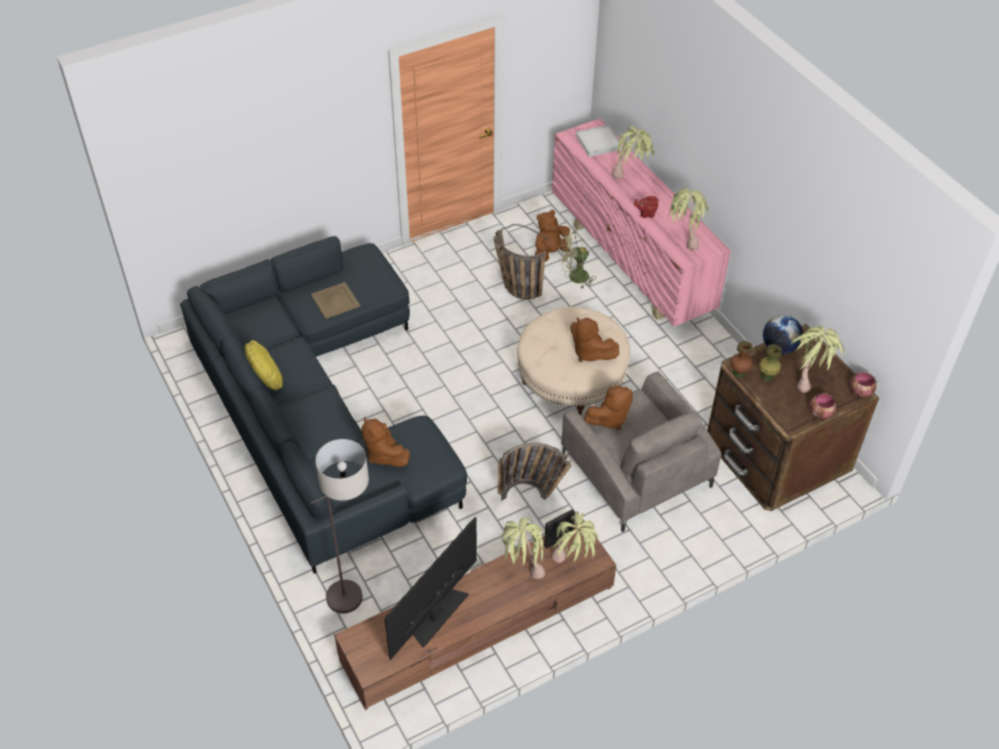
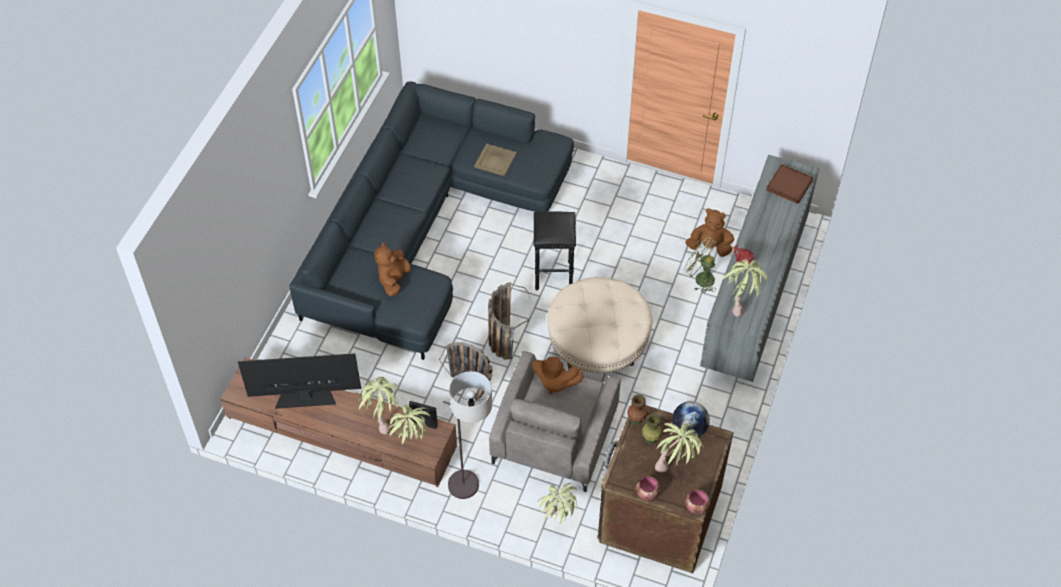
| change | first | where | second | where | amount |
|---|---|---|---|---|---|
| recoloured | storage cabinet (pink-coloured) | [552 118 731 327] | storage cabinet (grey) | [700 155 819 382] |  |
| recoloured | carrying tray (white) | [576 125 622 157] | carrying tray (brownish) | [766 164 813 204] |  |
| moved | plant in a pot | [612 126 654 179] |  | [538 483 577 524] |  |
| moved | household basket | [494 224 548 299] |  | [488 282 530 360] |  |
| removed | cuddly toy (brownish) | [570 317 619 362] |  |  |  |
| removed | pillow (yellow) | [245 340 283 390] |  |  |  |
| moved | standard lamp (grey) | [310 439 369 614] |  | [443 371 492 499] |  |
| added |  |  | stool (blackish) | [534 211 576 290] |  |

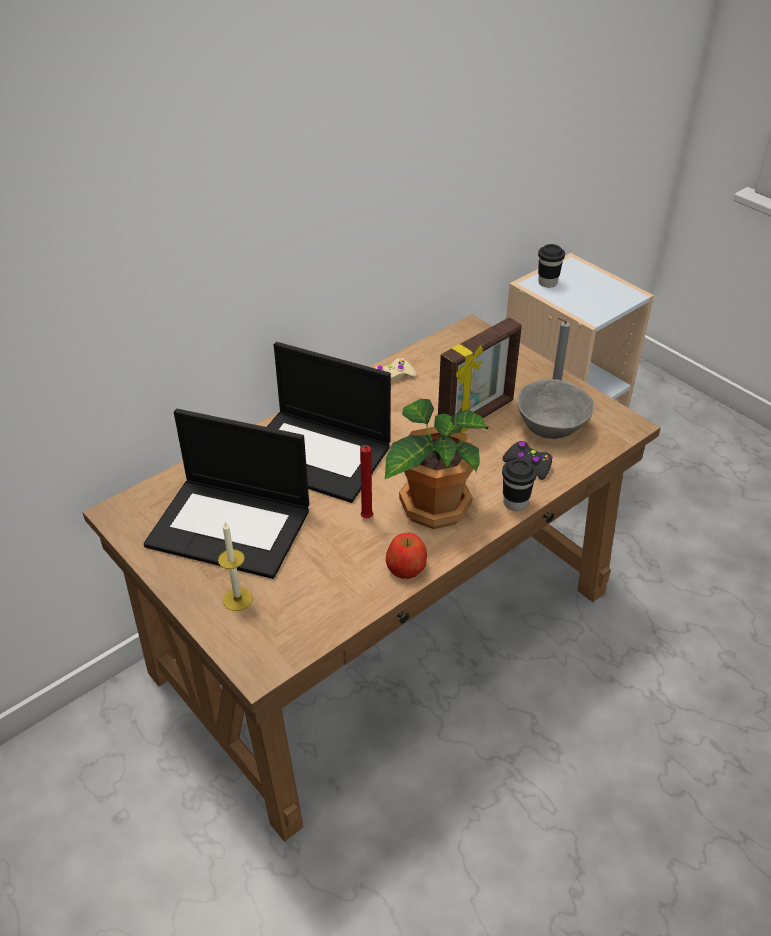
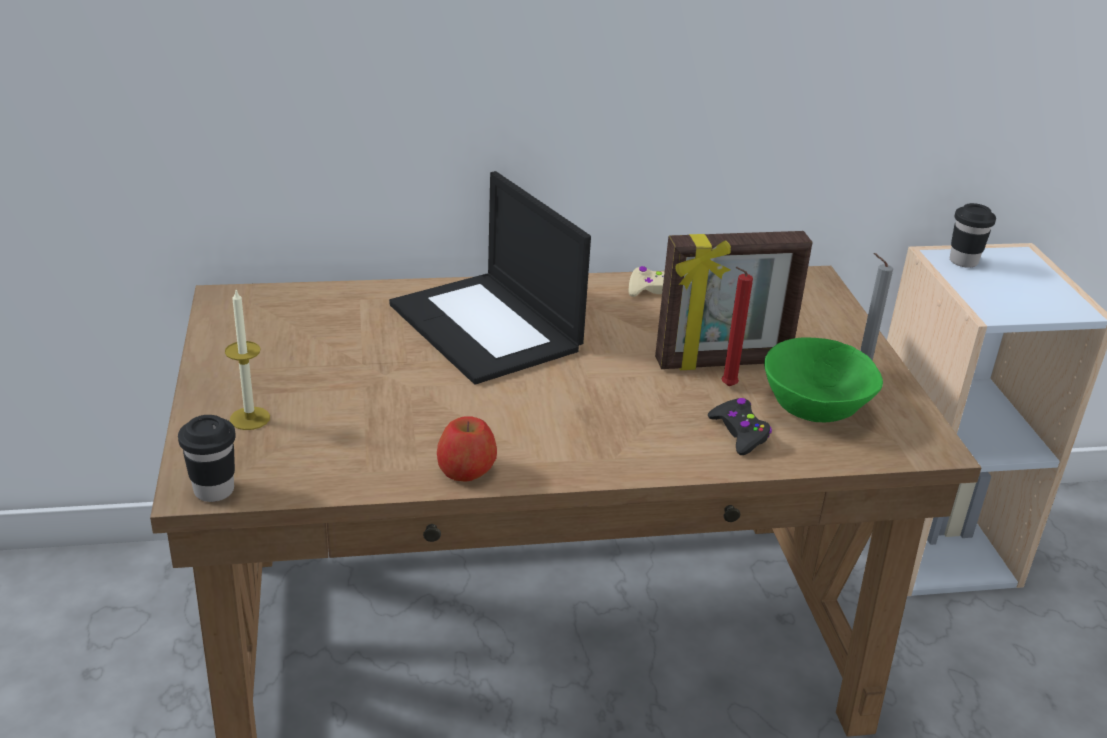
| change | first | where | second | where | amount |
|---|---|---|---|---|---|
| recoloured | bowl (grey) | [517 379 594 439] | bowl (greenish) | [764 337 883 422] |  |
| removed | plant in a pot | [385 399 489 529] |  |  |  |
| removed | portable computer | [144 409 309 579] |  |  |  |
| moved | candle (red-coloured) | [360 445 373 519] |  | [721 267 753 386] |  |
| moved | drinking cup (blackish) | [502 459 537 511] |  | [178 415 236 502] |  |

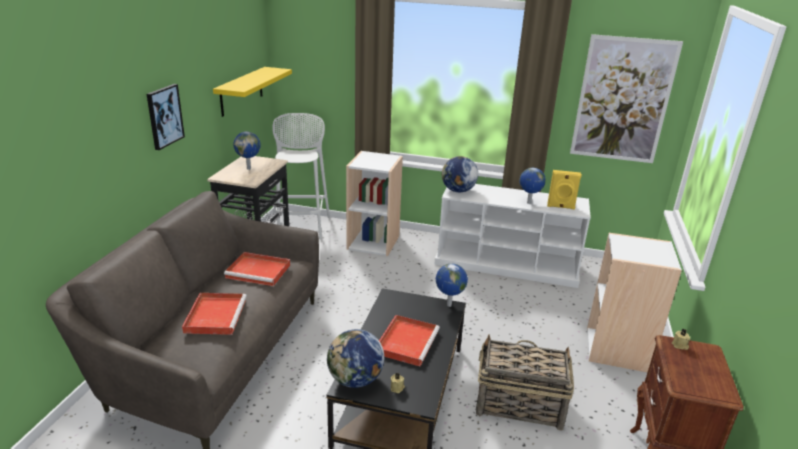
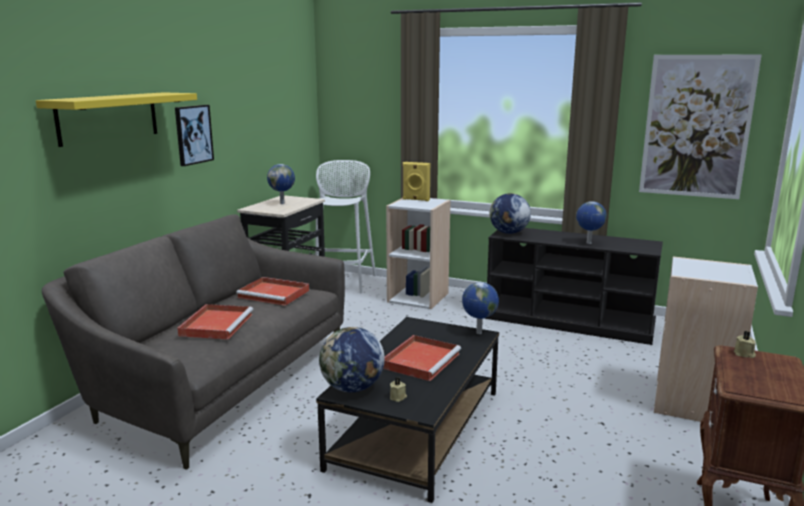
| change | first | where | second | where | amount |
|---|---|---|---|---|---|
| moved | shelf (yellow) | [213 67 292 117] |  | [36 92 197 147] |  |
| moved | speaker (yellow) | [547 170 582 210] |  | [403 162 430 201] |  |
| recoloured | tv unit (white) | [434 184 591 288] | tv unit (blackish) | [484 228 663 345] |  |
| removed | household basket | [476 334 574 431] |  |  |  |

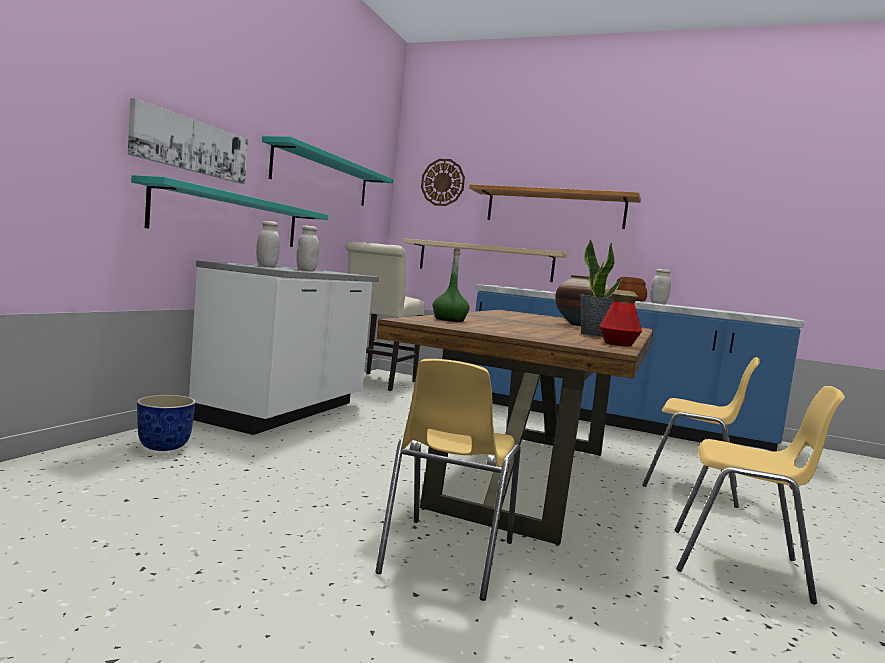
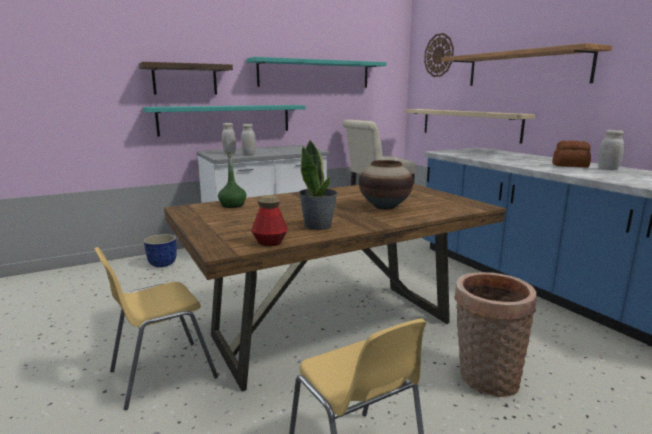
| change | first | where | second | where | amount |
|---|---|---|---|---|---|
| replaced | wall picture | [127 98 248 184] | shelf | [139 62 233 95] |  |
| replaced | plain chair (yellow) | [642 357 760 508] | household basket | [454 272 536 397] |  |

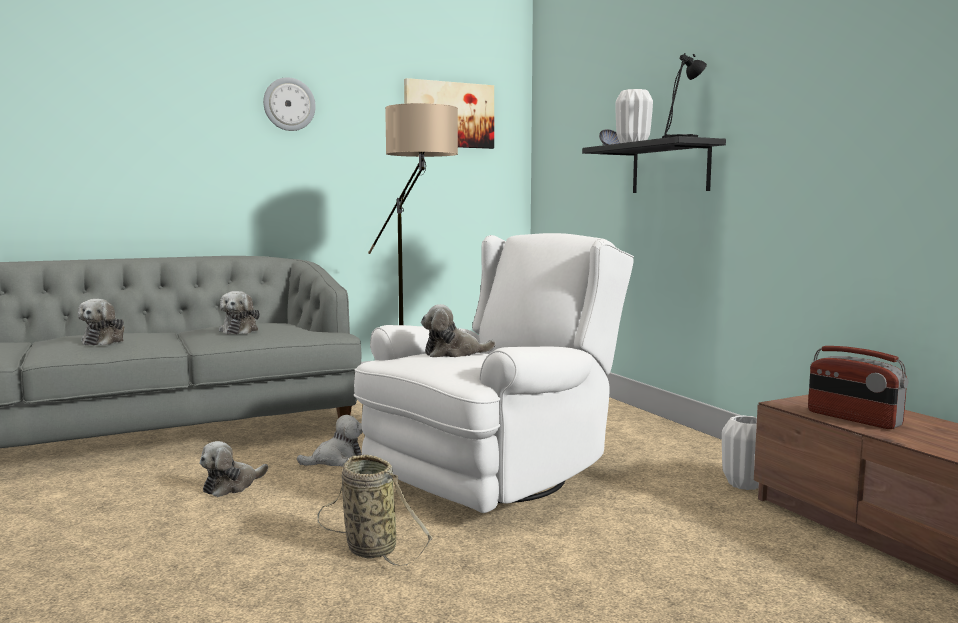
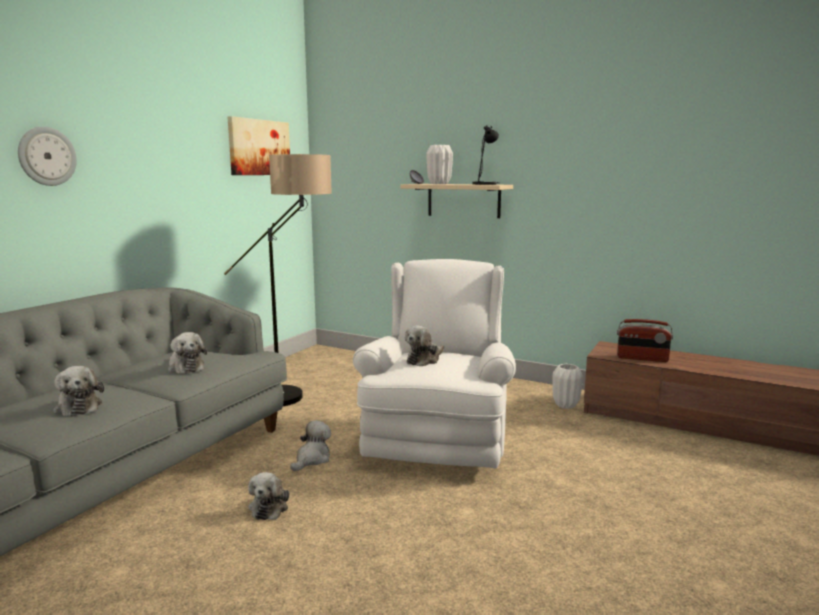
| change | first | where | second | where | amount |
|---|---|---|---|---|---|
| moved | hanging clock | [263 77 316 131] |  | [18 126 77 186] |  |
| recoloured | shelf (blackish) | [582 136 726 193] | shelf (beige) | [400 184 513 218] |  |
| removed | household basket | [317 455 433 566] |  |  |  |

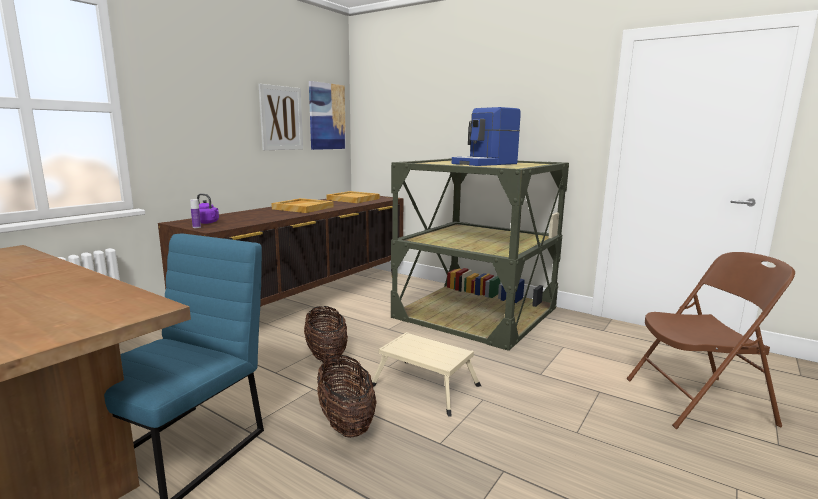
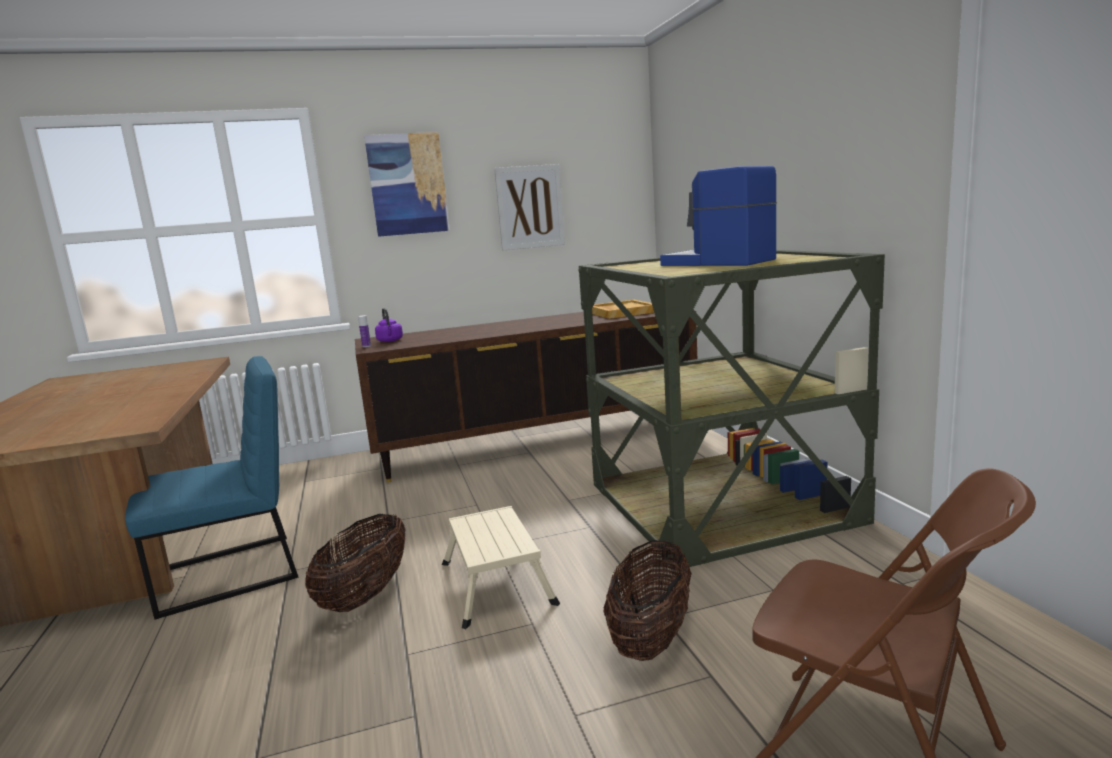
| change | first | where | second | where | amount |
|---|---|---|---|---|---|
| moved | wall picture | [309 81 346 150] |  | [364 132 450 237] |  |
| turned | coffee machine | [452 107 521 166] |  | [660 166 777 266] | 45 degrees clockwise |
| removed | carrying tray (beige) | [271 198 334 213] |  |  |  |
| moved | household basket | [304 306 348 362] |  | [603 540 692 661] |  |

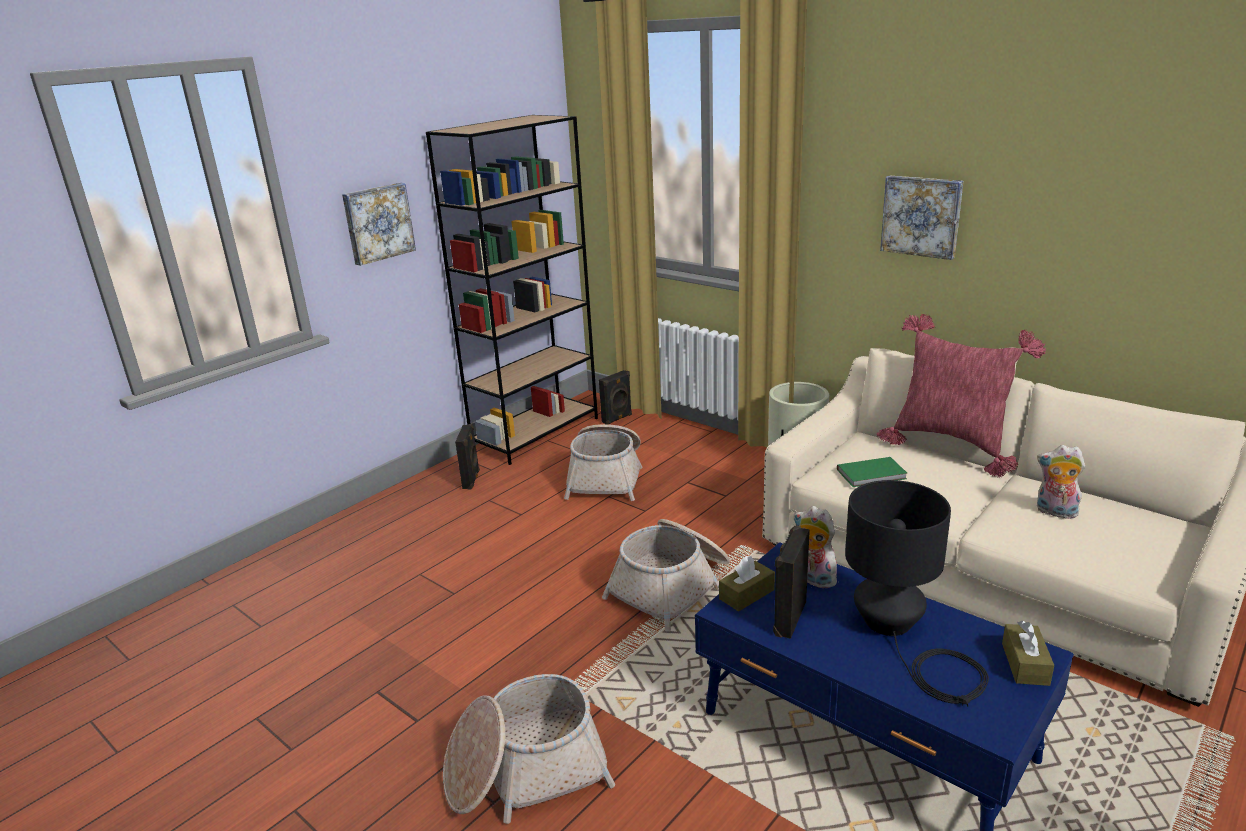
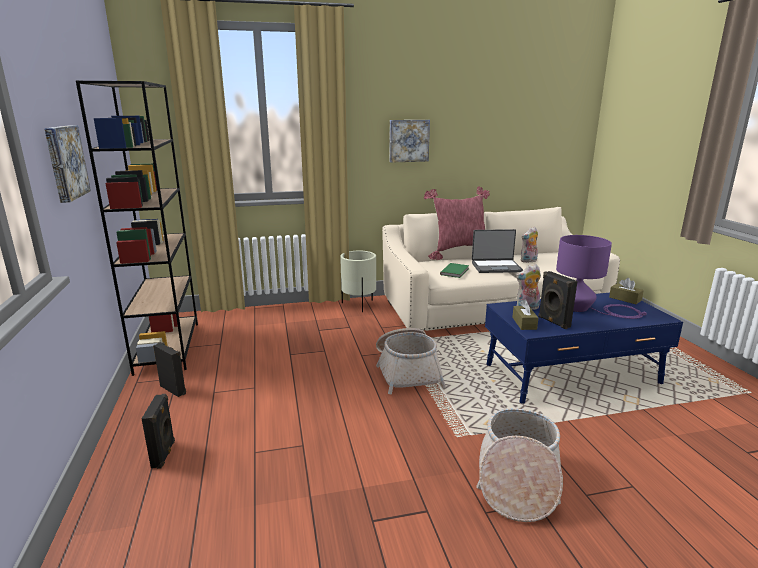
| change | first | where | second | where | amount |
|---|---|---|---|---|---|
| moved | speaker (blackish) | [599 370 632 424] |  | [142 394 175 469] |  |
| removed | household basket | [564 424 642 501] |  |  |  |
| recoloured | lamp for a table (blackish) | [845 480 989 706] | lamp for a table (purplish) | [556 235 647 319] |  |
| added |  |  | portable computer | [472 229 523 273] |  |

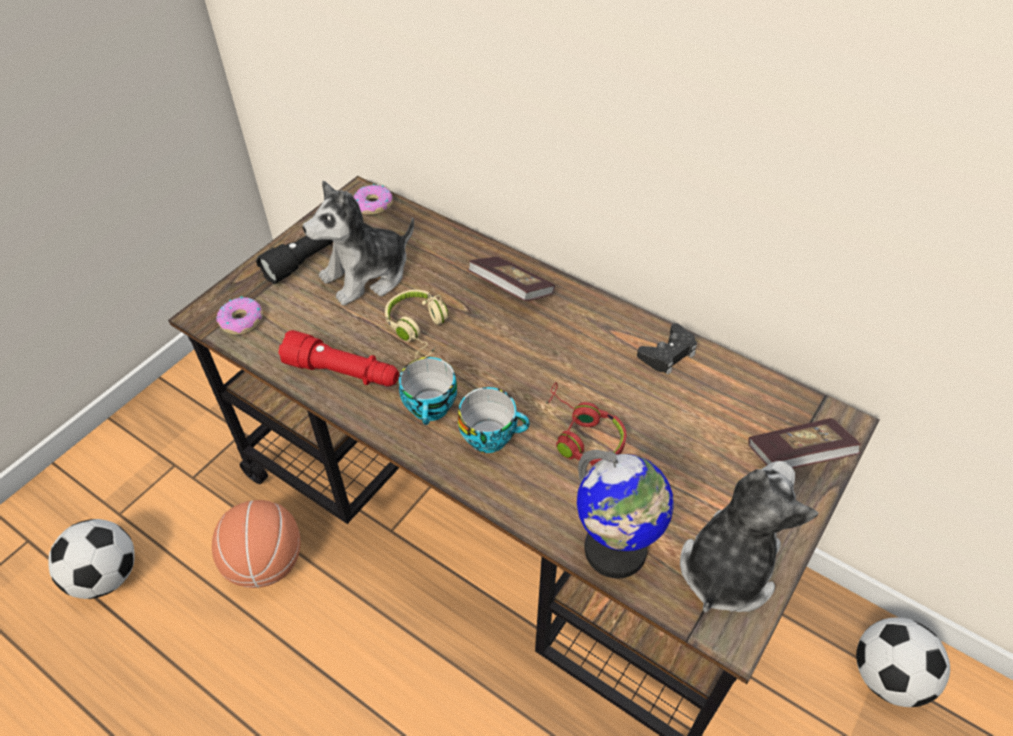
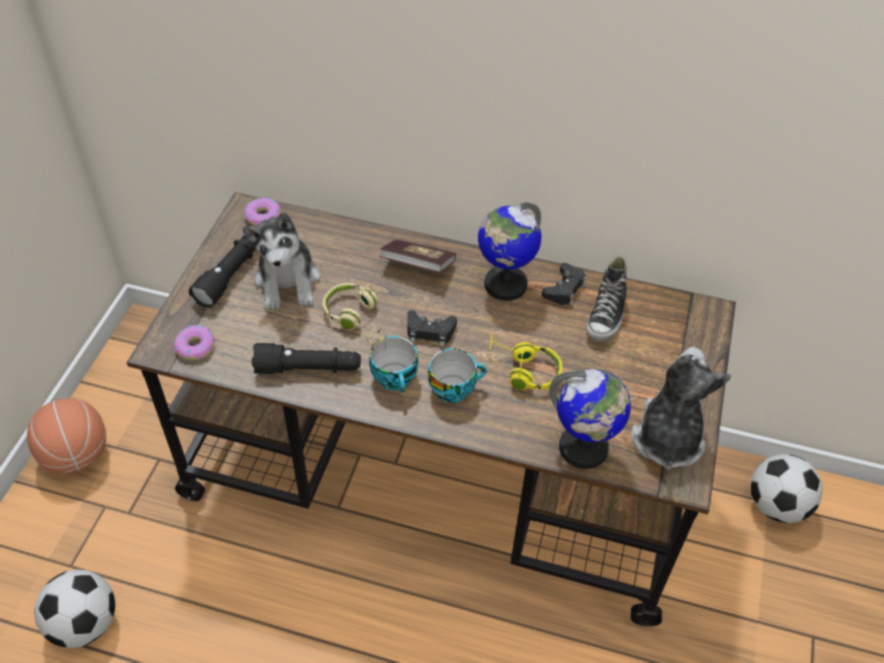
| change | first | where | second | where | amount |
|---|---|---|---|---|---|
| turned | cuddly toy | [302 180 414 306] |  | [242 212 320 310] | 45 degrees counterclockwise |
| recoloured | hand torch (red-coloured) | [279 330 399 386] | hand torch (blackish) | [252 343 361 374] |  |
| recoloured | headset (red-coloured) | [545 382 626 465] | headset (yellow) | [489 333 562 390] |  |
| removed | book | [748 418 861 468] |  |  |  |
| moved | ball for basketball | [212 500 301 588] |  | [27 398 106 474] |  |
| added |  |  | globe | [478 202 542 301] |  |
| added |  |  | item of footwear | [586 257 627 342] |  |
| added |  |  | gamepad (blackish) | [407 310 457 346] |  |

